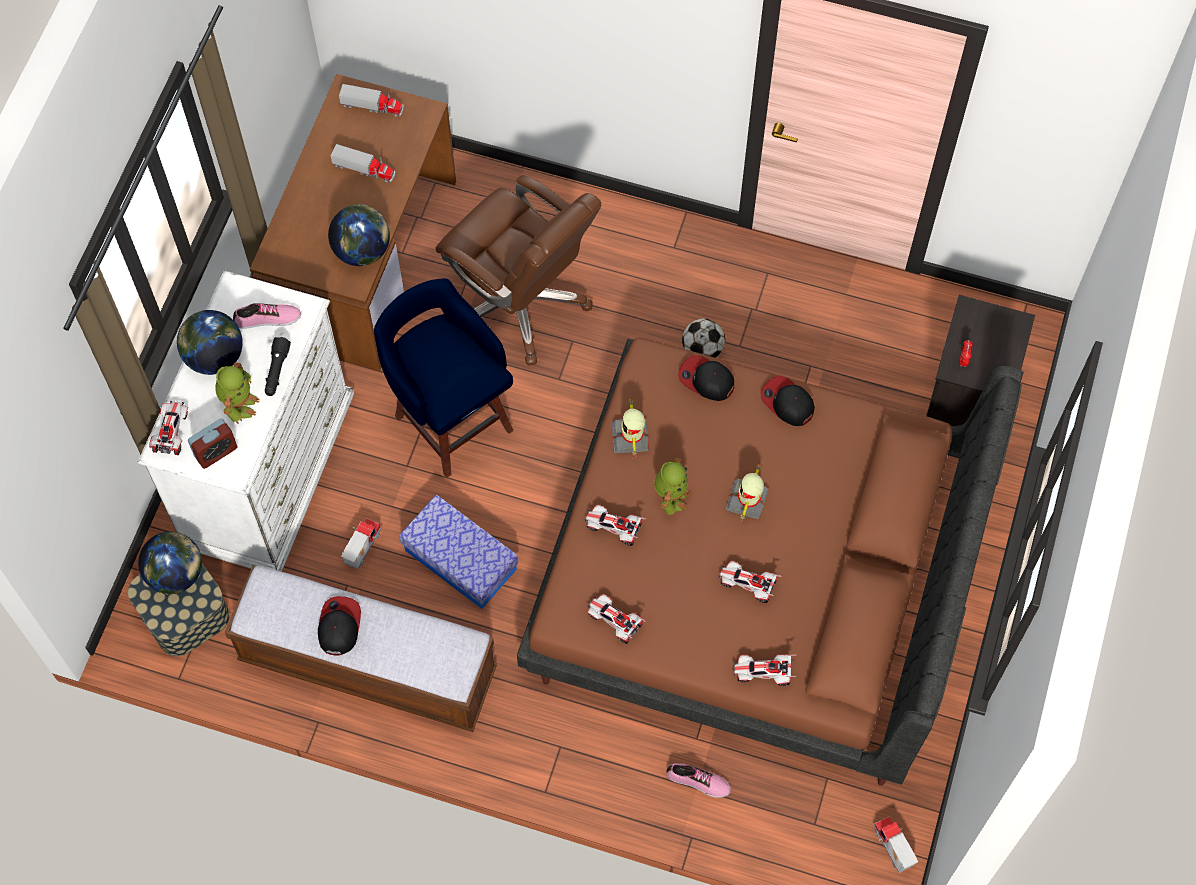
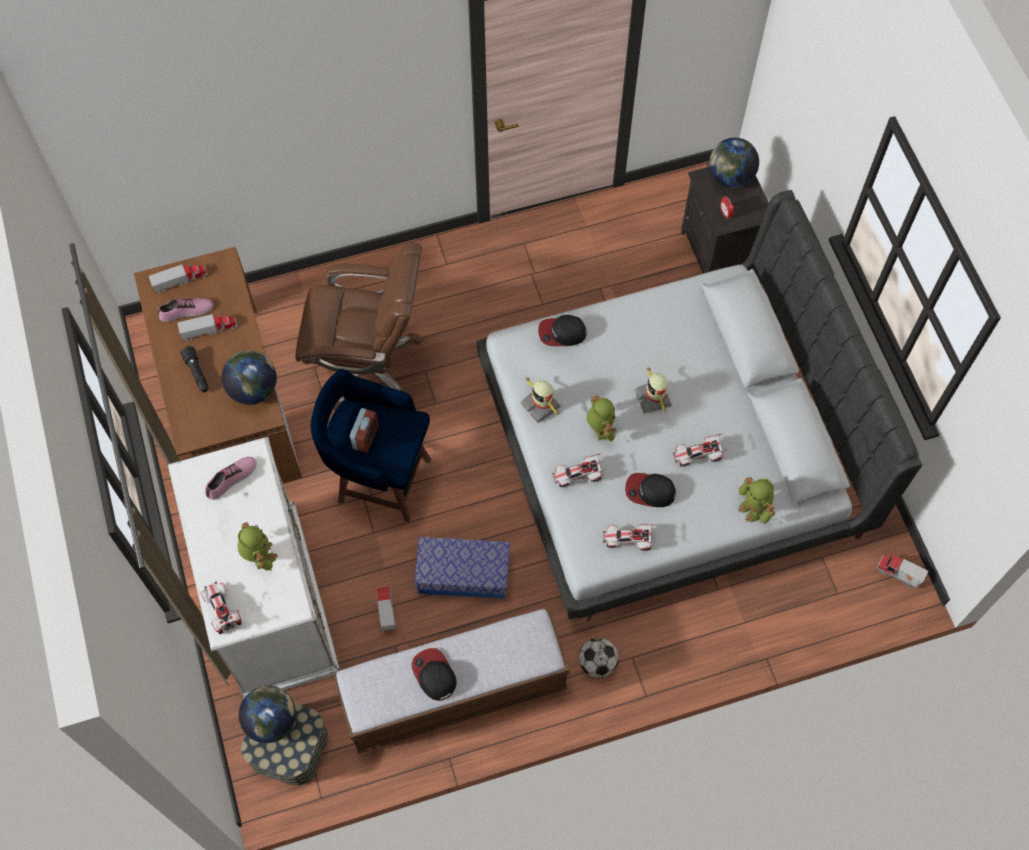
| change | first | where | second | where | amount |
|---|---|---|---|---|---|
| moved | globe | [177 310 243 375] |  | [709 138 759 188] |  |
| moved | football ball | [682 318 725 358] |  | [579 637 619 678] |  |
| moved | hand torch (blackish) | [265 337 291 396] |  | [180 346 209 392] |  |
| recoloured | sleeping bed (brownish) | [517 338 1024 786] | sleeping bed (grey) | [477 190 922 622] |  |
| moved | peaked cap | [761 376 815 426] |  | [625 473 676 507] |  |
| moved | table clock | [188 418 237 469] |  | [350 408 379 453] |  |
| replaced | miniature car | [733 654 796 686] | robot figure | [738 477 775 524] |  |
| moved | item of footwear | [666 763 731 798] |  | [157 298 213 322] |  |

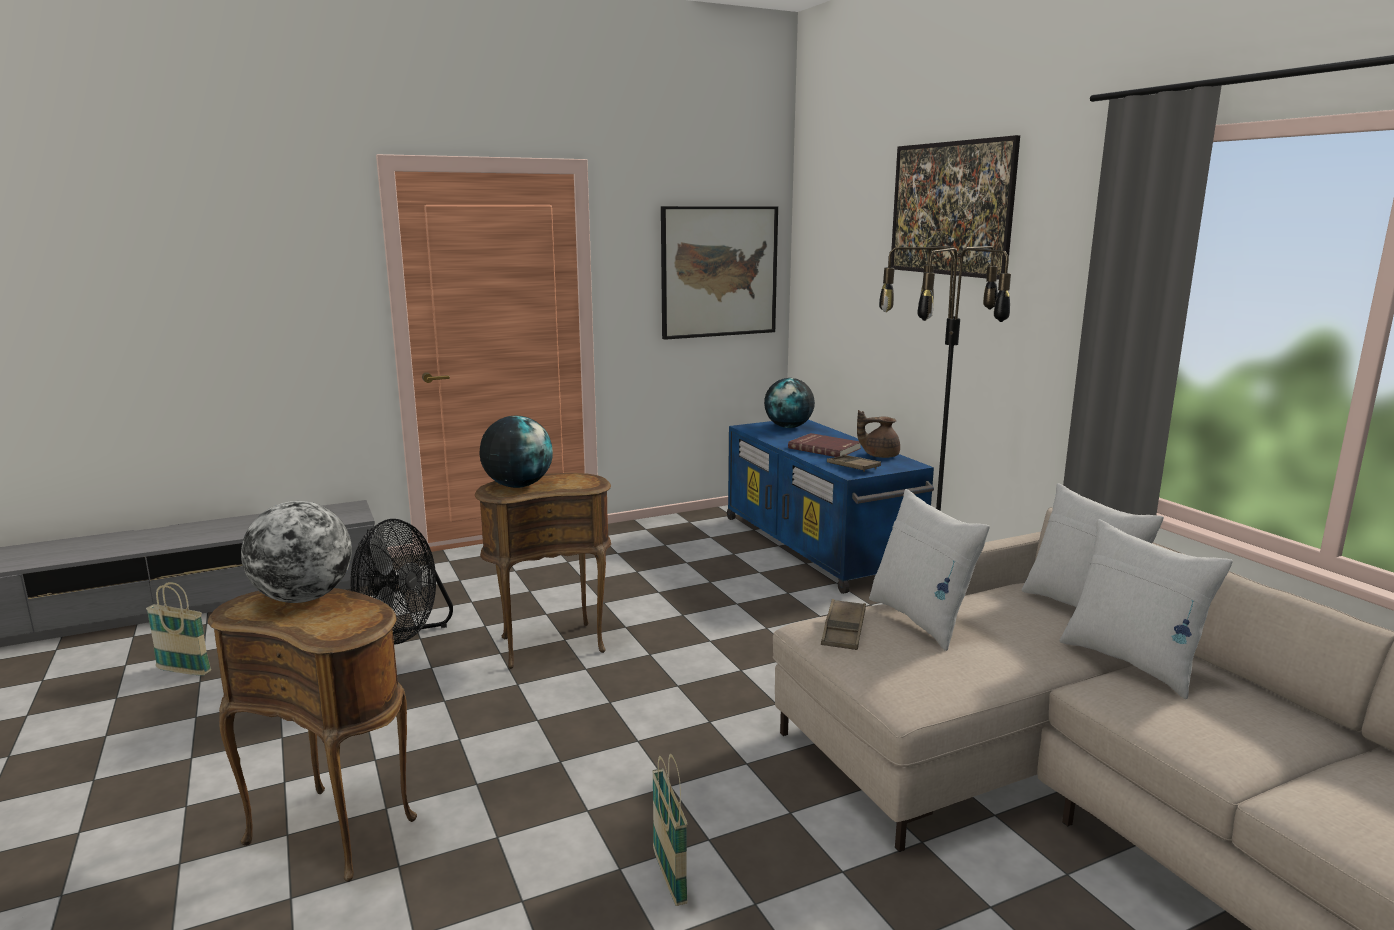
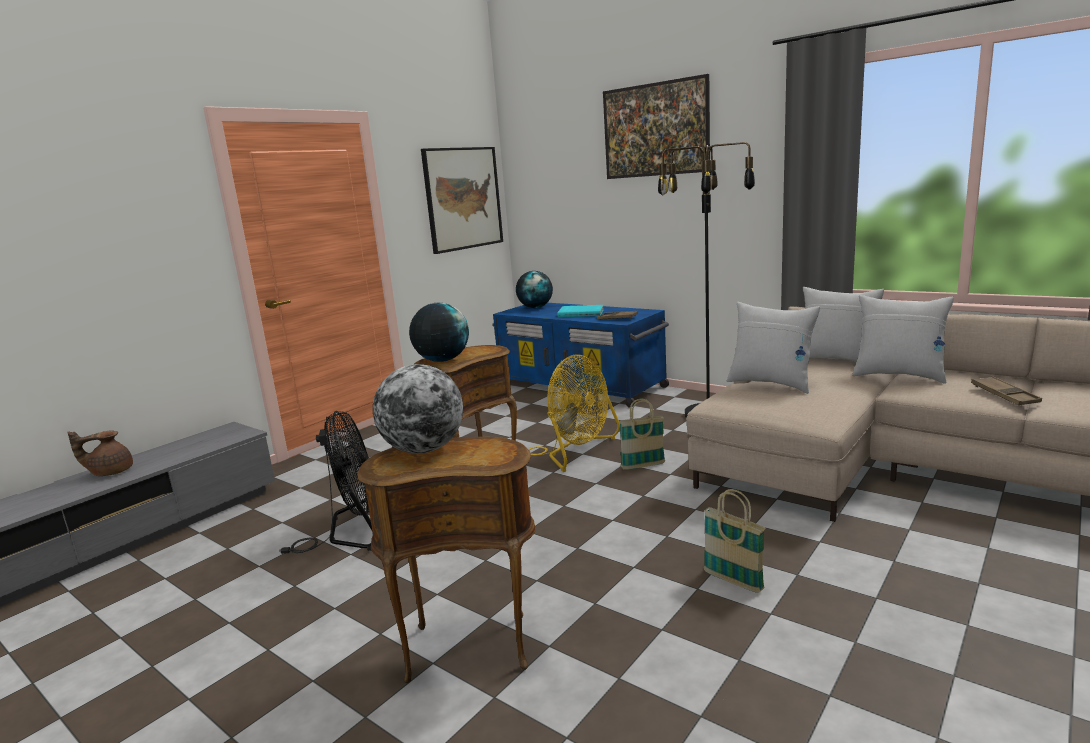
| change | first | where | second | where | amount |
|---|---|---|---|---|---|
| moved | teapot (brownish) | [857 410 900 458] |  | [67 430 133 476] |  |
| recoloured | book (red-coloured) | [788 433 861 457] | book (turquoise) | [557 305 604 318] |  |
| moved | household basket | [146 582 211 676] |  | [619 399 665 470] |  |
| moved | carrying tray (brownish) | [821 599 866 650] |  | [971 376 1042 405] |  |
| added |  |  | fan (yellow) | [528 354 620 472] |  |

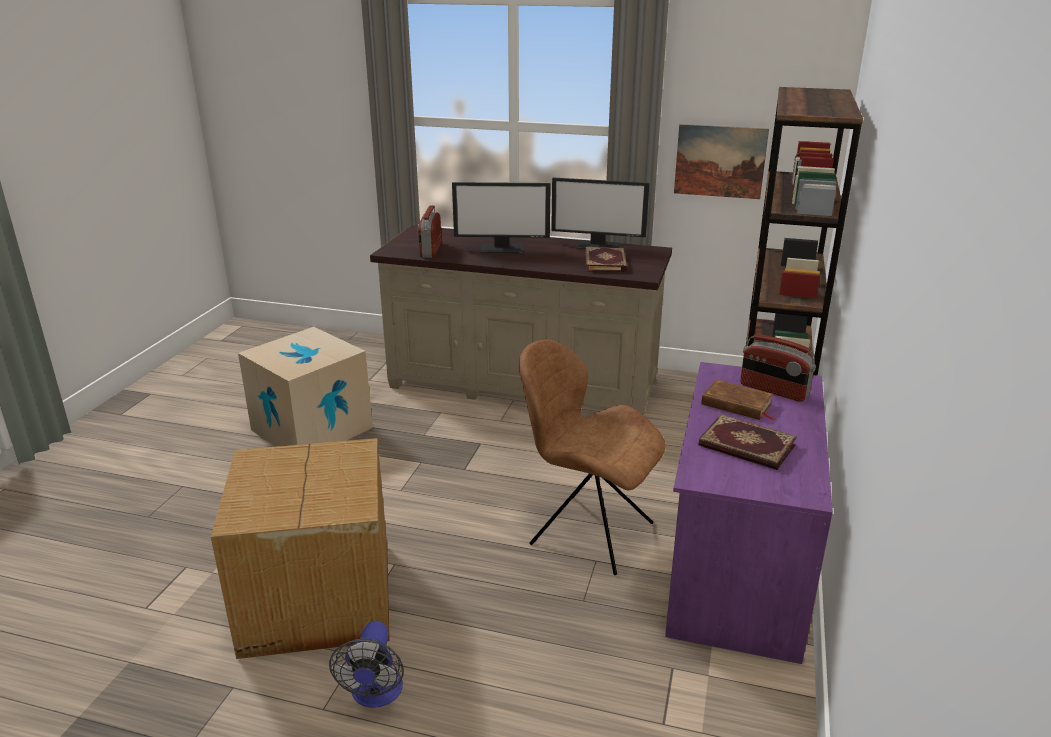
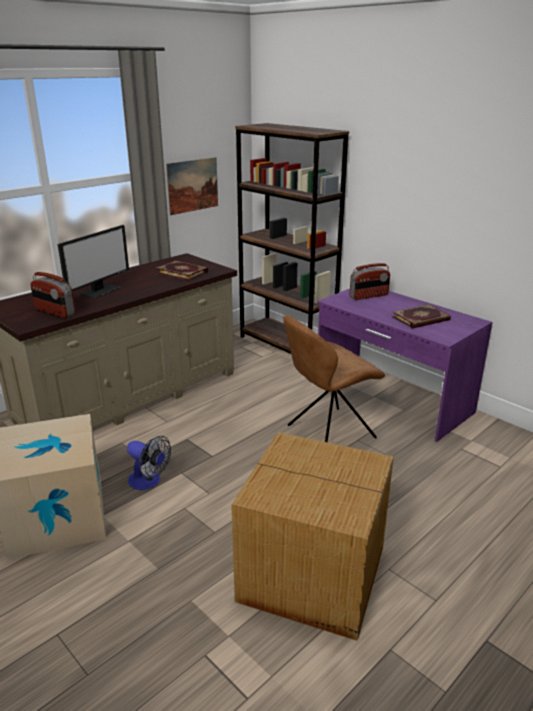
| change | first | where | second | where | amount |
|---|---|---|---|---|---|
| removed | computer screen | [551 178 649 249] |  |  |  |
| removed | book (brownish) | [701 380 774 420] |  |  |  |
| moved | fan | [329 621 404 708] |  | [127 436 171 490] |  |

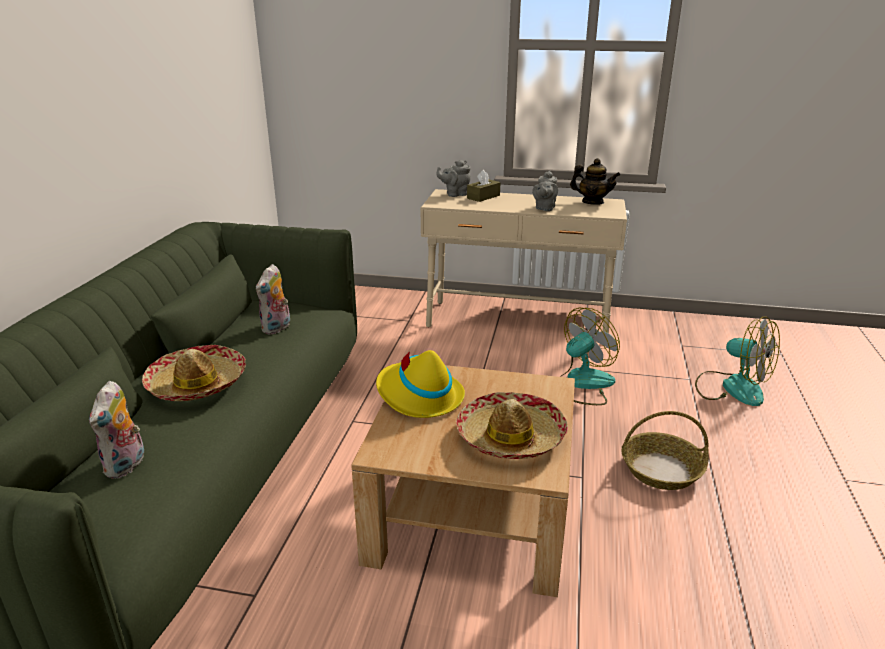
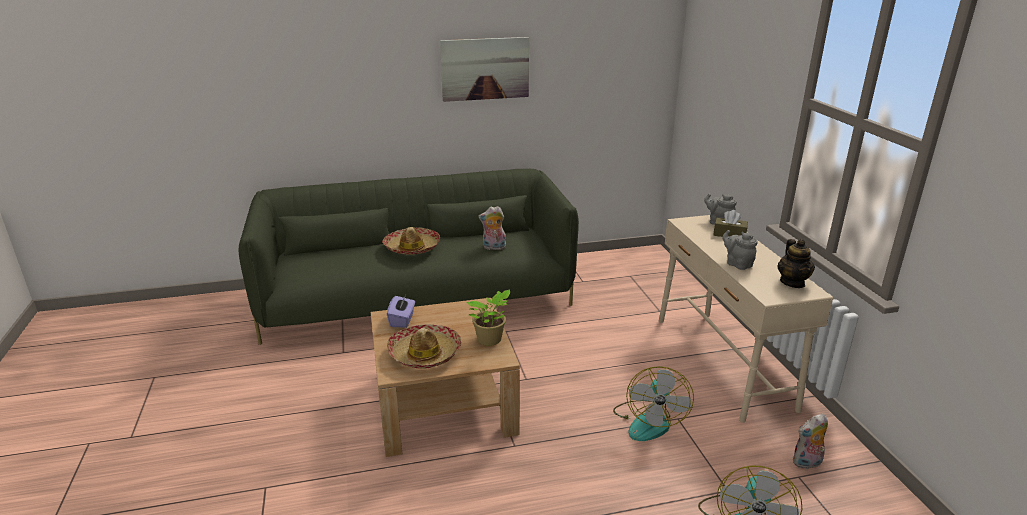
| change | first | where | second | where | amount |
|---|---|---|---|---|---|
| turned | teapot (grey) | [532 171 558 211] |  | [722 230 758 270] | 60 degrees clockwise |
| turned | fan | [560 308 620 405] |  | [613 366 694 441] | 75 degrees clockwise |
| removed | hat (yellow) | [376 350 465 418] |  |  |  |
| moved | cuddly toy | [89 381 146 478] |  | [793 414 828 469] |  |
| removed | household basket | [621 411 708 490] |  |  |  |
| added |  |  | wall picture | [440 37 529 102] |  |
| added |  |  | plant in a pot | [466 289 510 346] |  |
| added |  |  | tissue box (purplish) | [387 295 415 328] |  |

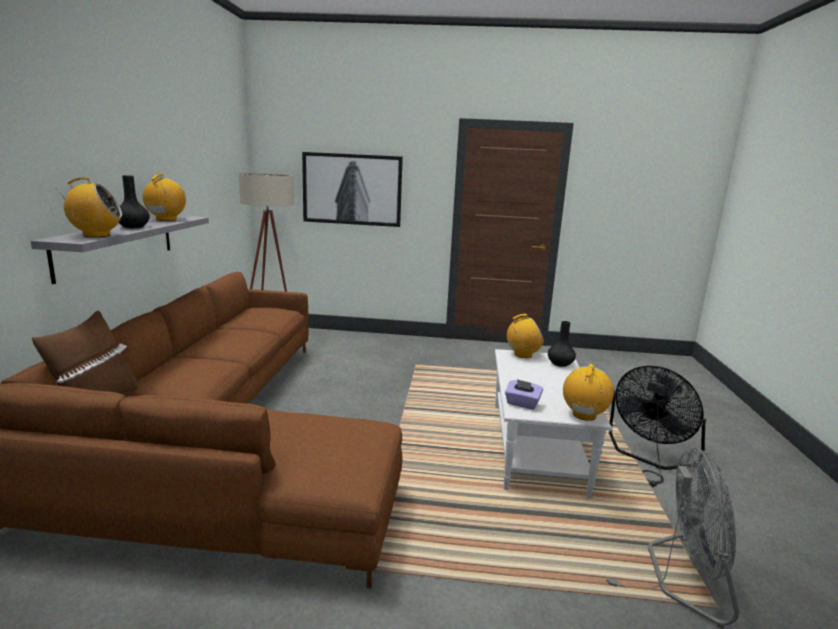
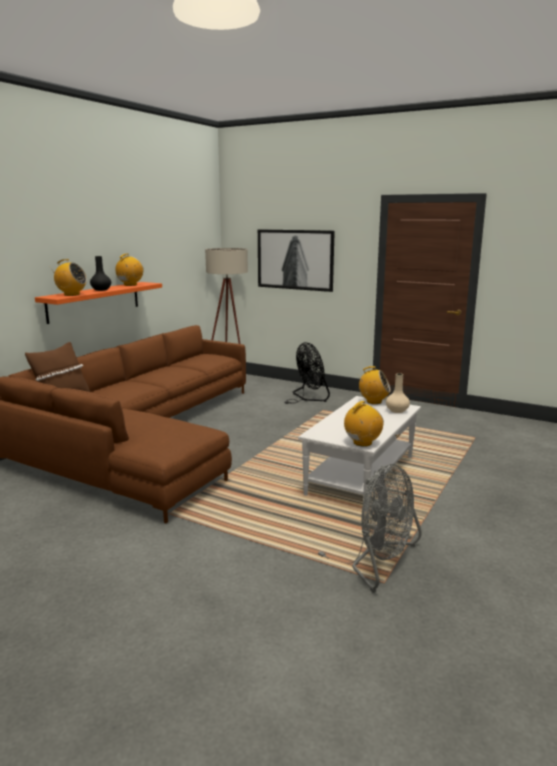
| change | first | where | second | where | amount |
|---|---|---|---|---|---|
| recoloured | shelf (grey) | [31 216 209 284] | shelf (orangey) | [35 282 162 324] |  |
| recoloured | decorative vase (blackish) | [548 321 576 367] | decorative vase (beige) | [386 373 410 413] |  |
| moved | fan (blackish) | [609 366 706 487] |  | [284 342 330 404] |  |
| removed | tissue box (purplish) | [505 379 543 410] |  |  |  |

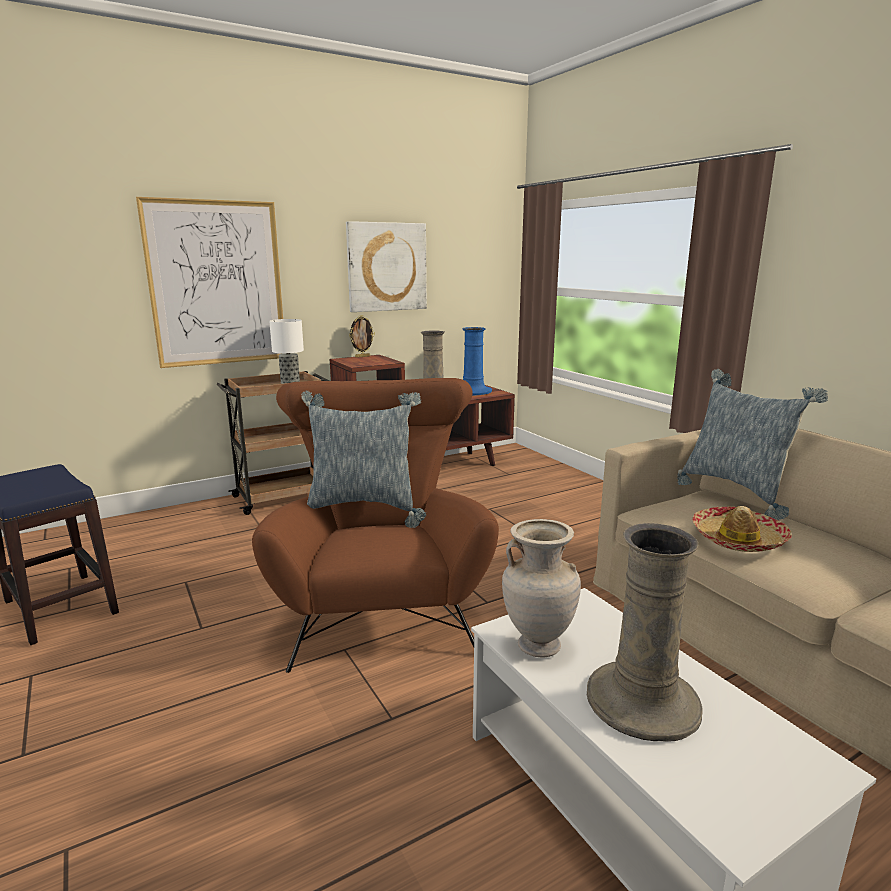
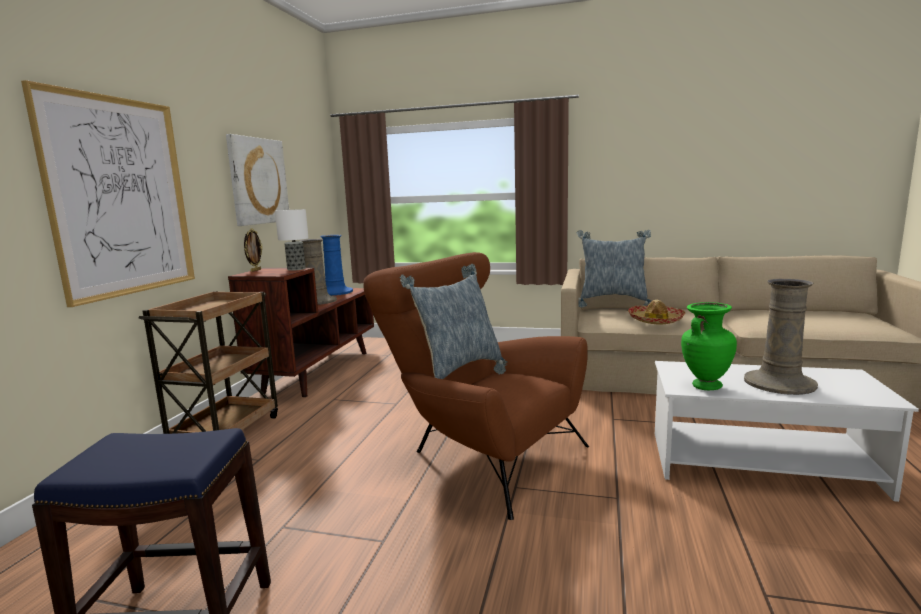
| change | first | where | second | where | amount |
|---|---|---|---|---|---|
| moved | lamp for a table | [269 319 304 384] |  | [275 209 308 271] |  |
| recoloured | decorative vase (beige) | [502 519 581 658] | decorative vase (greenish) | [681 302 737 390] |  |

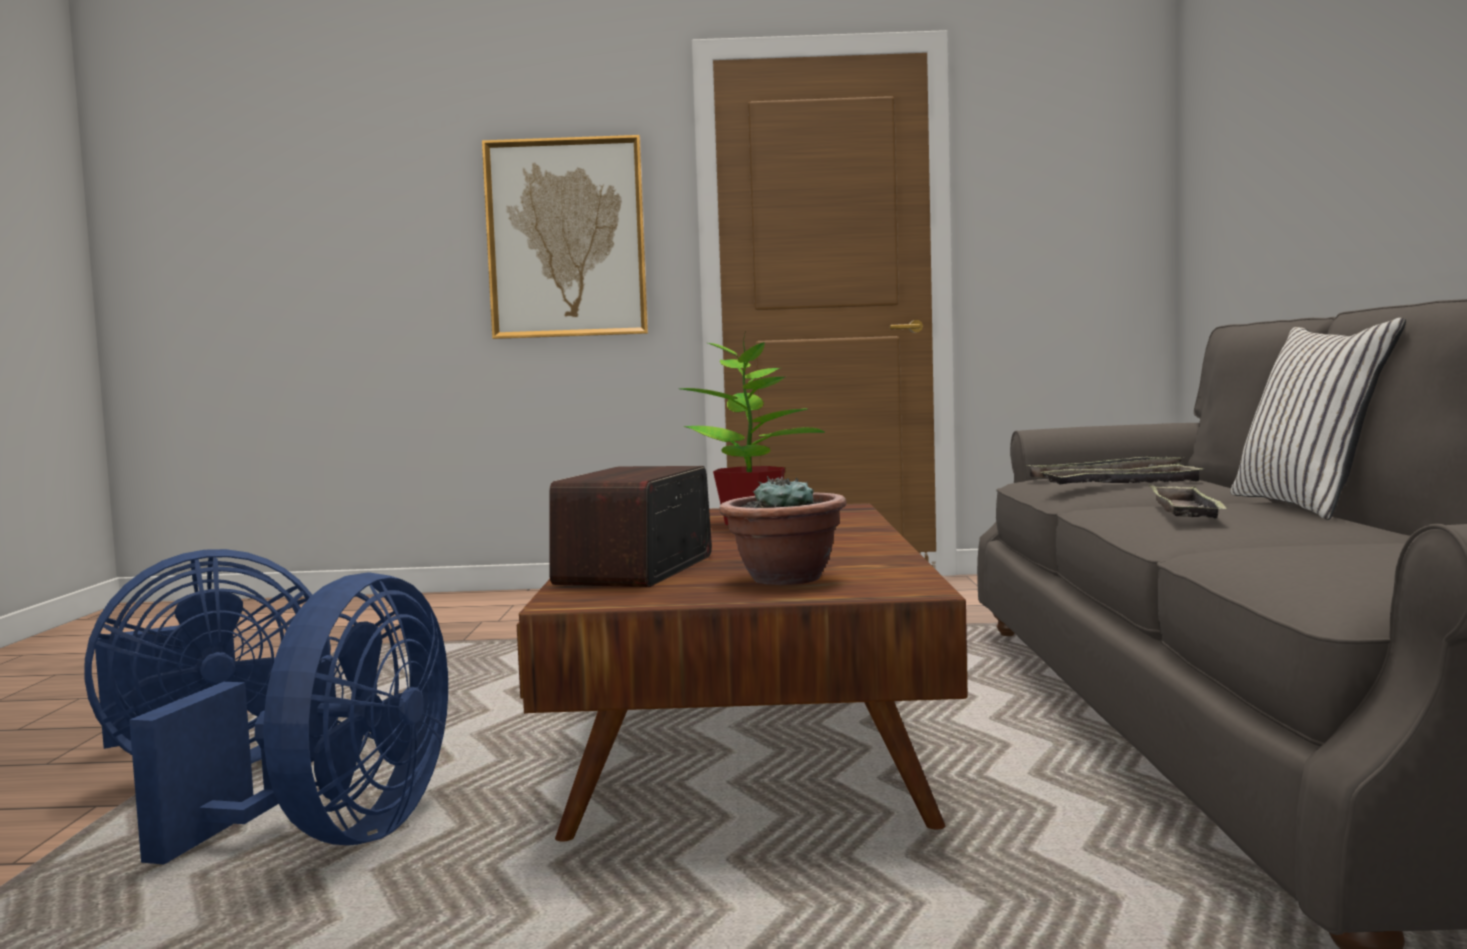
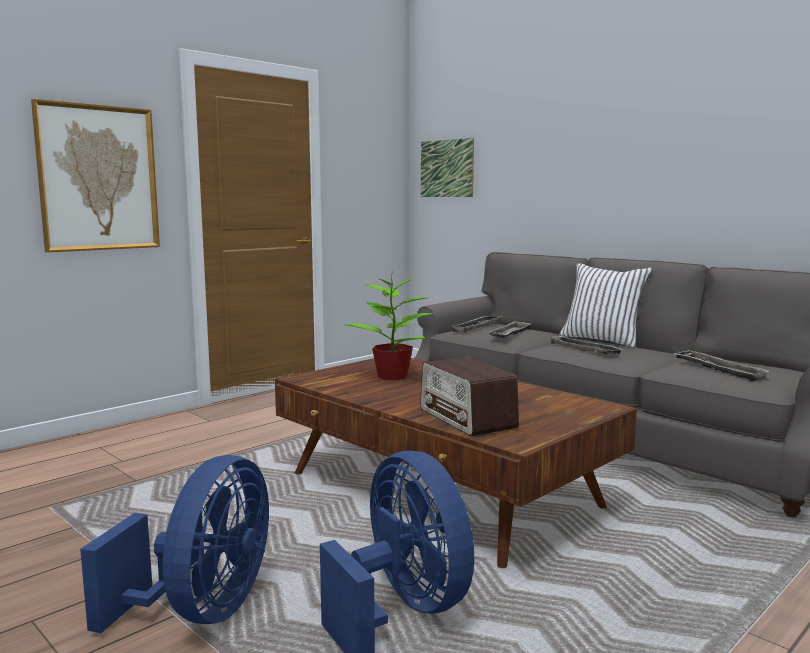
| change | first | where | second | where | amount |
|---|---|---|---|---|---|
| removed | plant in a pot | [719 476 846 585] |  |  |  |
| added |  |  | wall picture | [421 138 474 197] |  |
| added |  |  | carrying tray | [674 350 770 381] |  |

